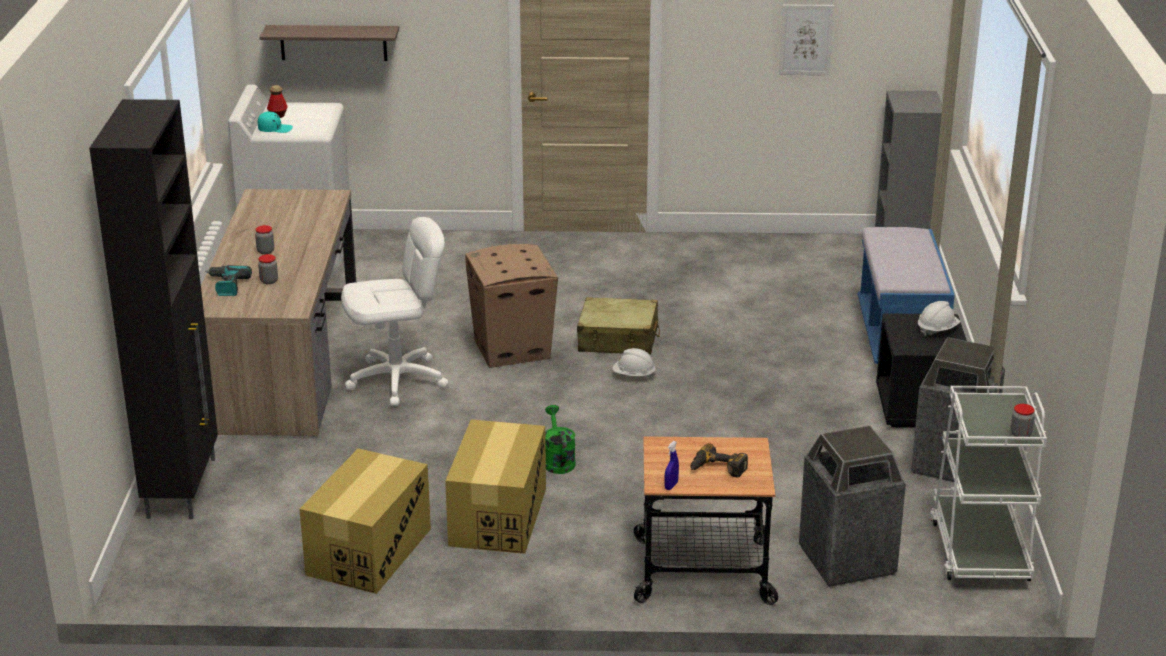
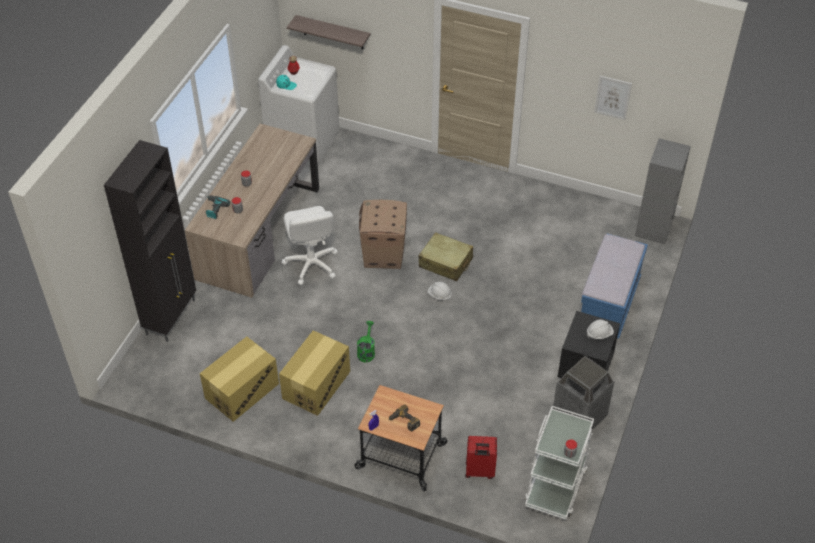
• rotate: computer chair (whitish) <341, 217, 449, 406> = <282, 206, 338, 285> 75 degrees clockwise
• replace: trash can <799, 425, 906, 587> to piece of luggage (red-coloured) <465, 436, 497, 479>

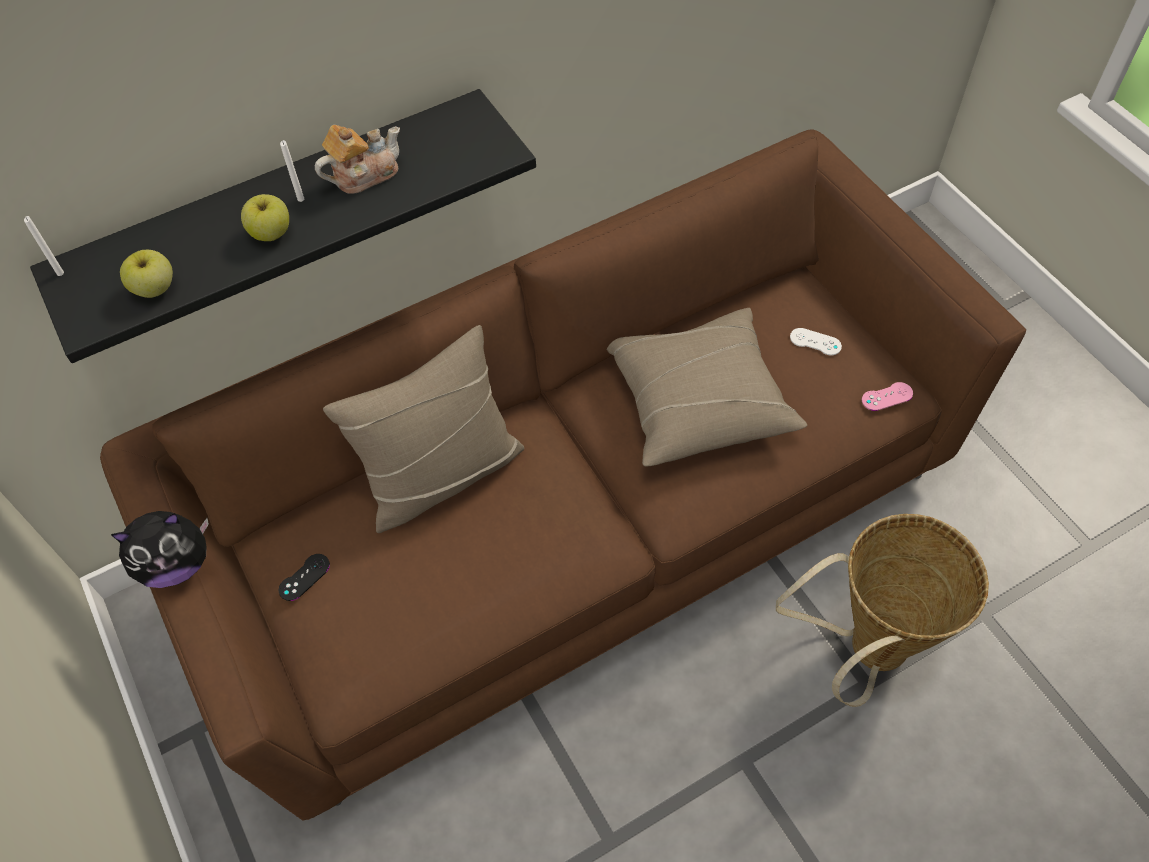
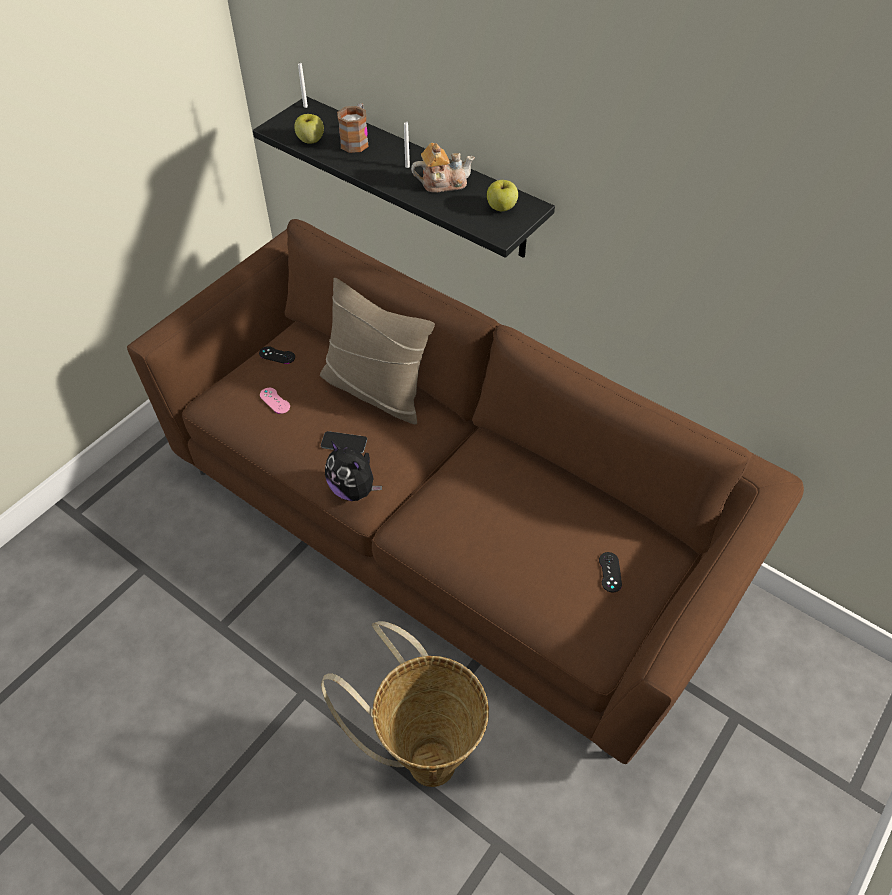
• move: game controller (pink) <862, 382, 913, 411> to <260, 388, 290, 414>
• insert: handset <321, 431, 367, 453>
• move: soft toy <111, 511, 209, 588> to <325, 440, 382, 501>
• insert: tea mug <337, 103, 369, 153>
• rotate: pot for tea <315, 125, 400, 194> = <411, 143, 475, 193> 45 degrees counterclockwise
• move: apple fruit <241, 194, 289, 241> to <487, 180, 518, 211>
• recolor: game controller (whitish) <790, 328, 842, 356> to game controller (blackish) <599, 552, 622, 593>
• delete: cushion (sand-coloured) <607, 308, 807, 466>

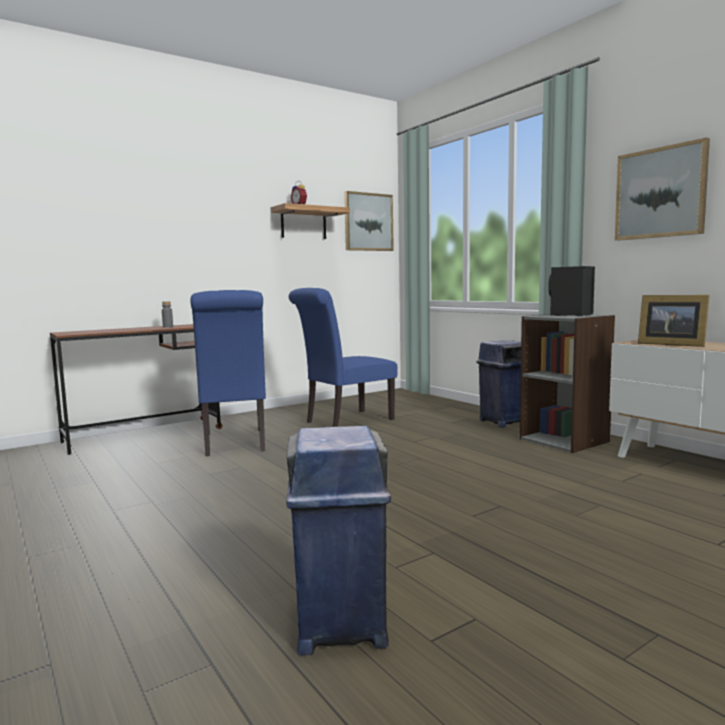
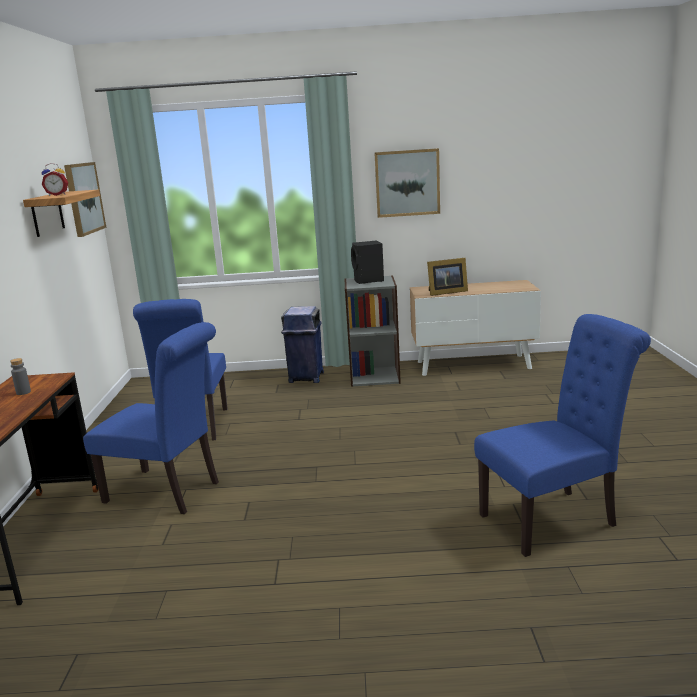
• replace: trash can (bluish) <286, 426, 391, 655> to chair (bluish) <474, 314, 651, 557>

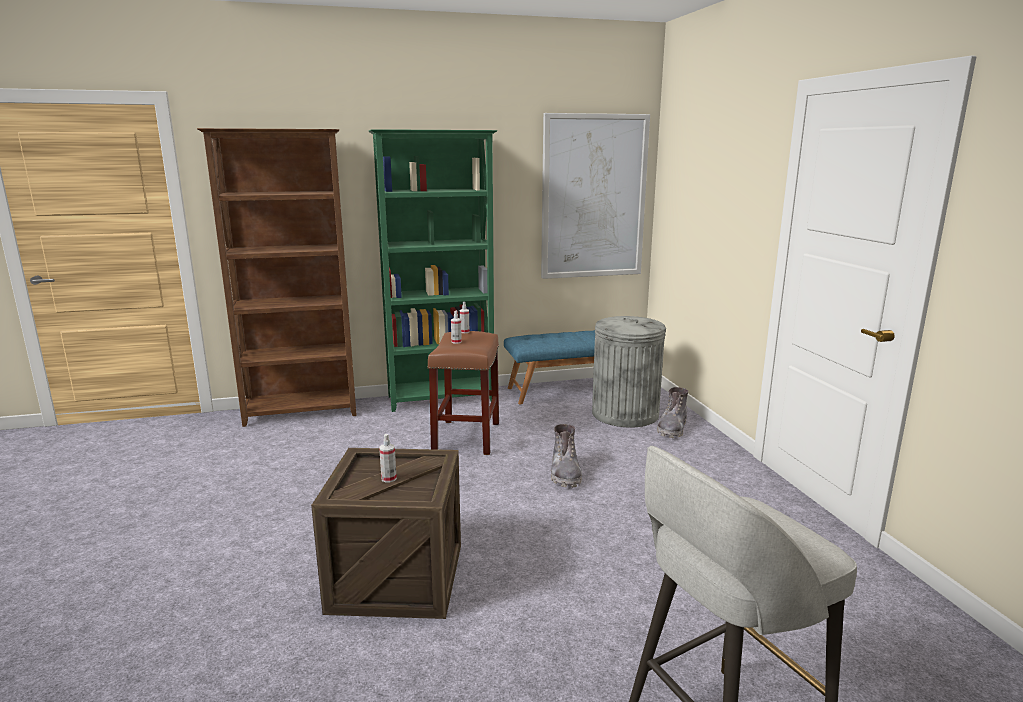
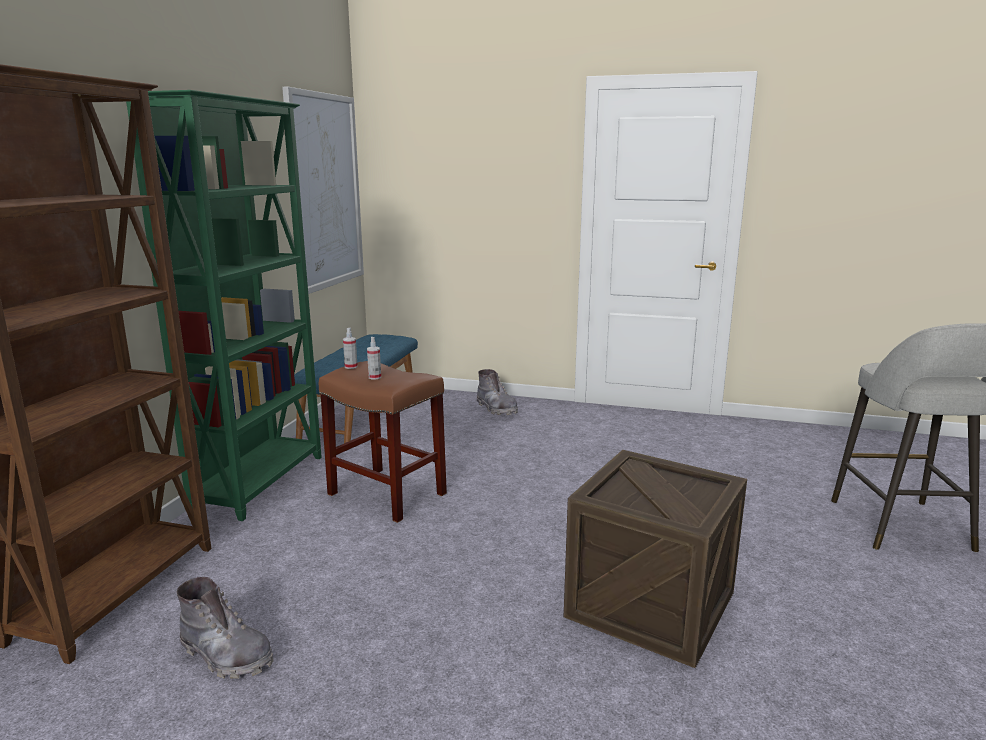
• move: tall boot (grey) <551, 424, 582, 488> to <177, 577, 274, 679>
• delete: hand sprayer <379, 434, 397, 483>
• delete: trash can (grey) <592, 316, 666, 427>

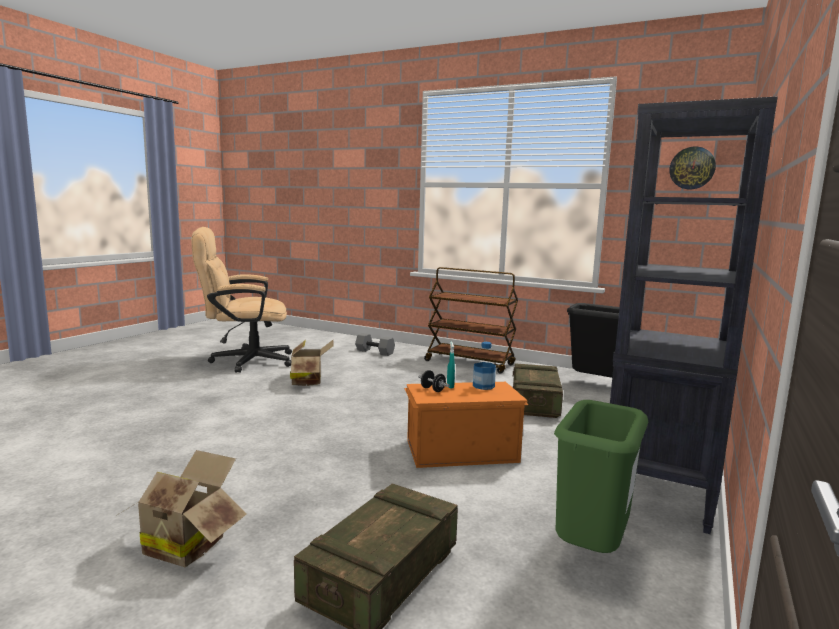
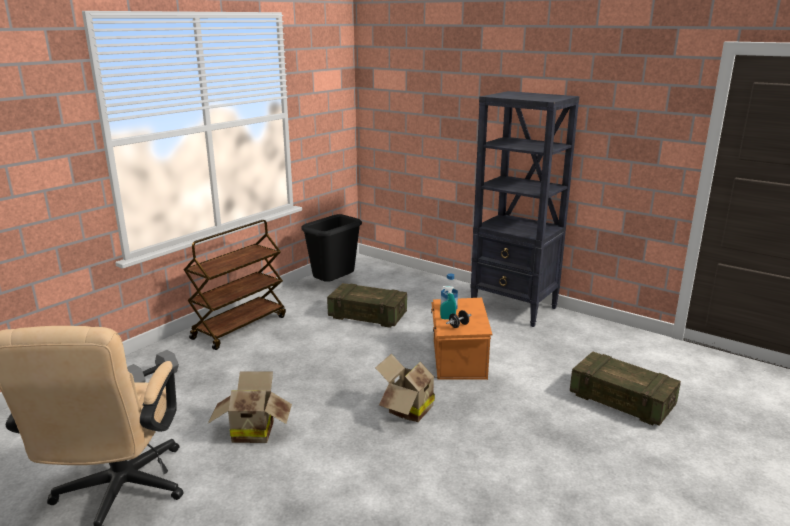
• move: carton <117, 450, 246, 567> to <375, 354, 440, 422>
• delete: trash can (greenish) <554, 400, 649, 553>
• delete: wall clock <670, 147, 716, 189>

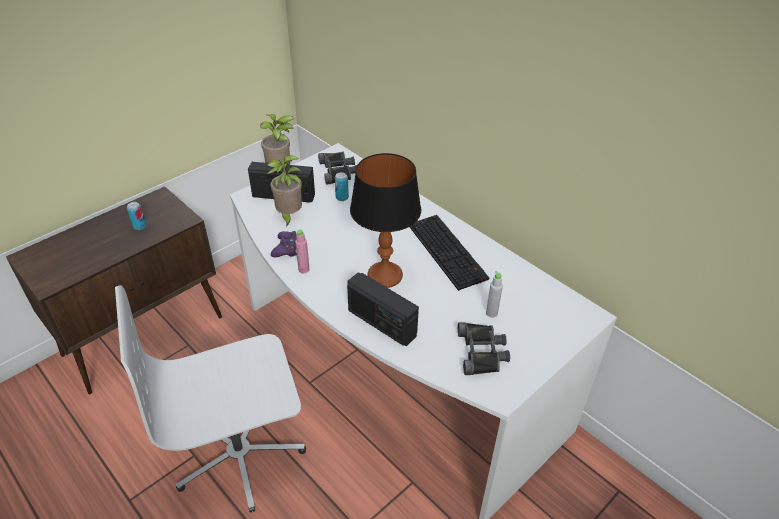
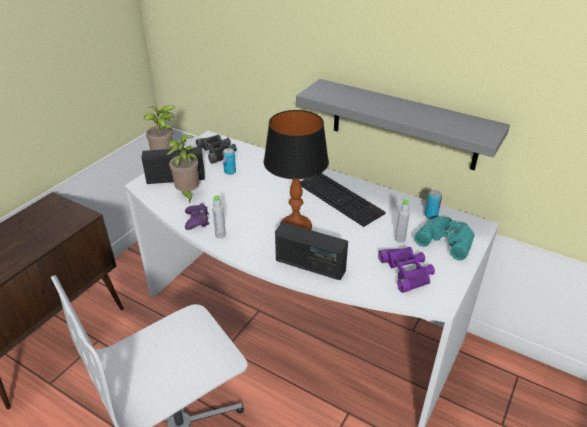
• recolor: beverage bottle (pink) <295, 229, 310, 273> to beverage bottle (grey) <212, 195, 226, 239>
• insert: shelf (grey) <296, 79, 510, 170>
• recolor: field glasses (blackish) <458, 322, 510, 375> to field glasses (purplish) <378, 247, 435, 293>
• insert: field glasses (turquoise-coloured) <414, 216, 475, 260>
• move: metal can <127, 202, 146, 230> to <425, 190, 442, 219>

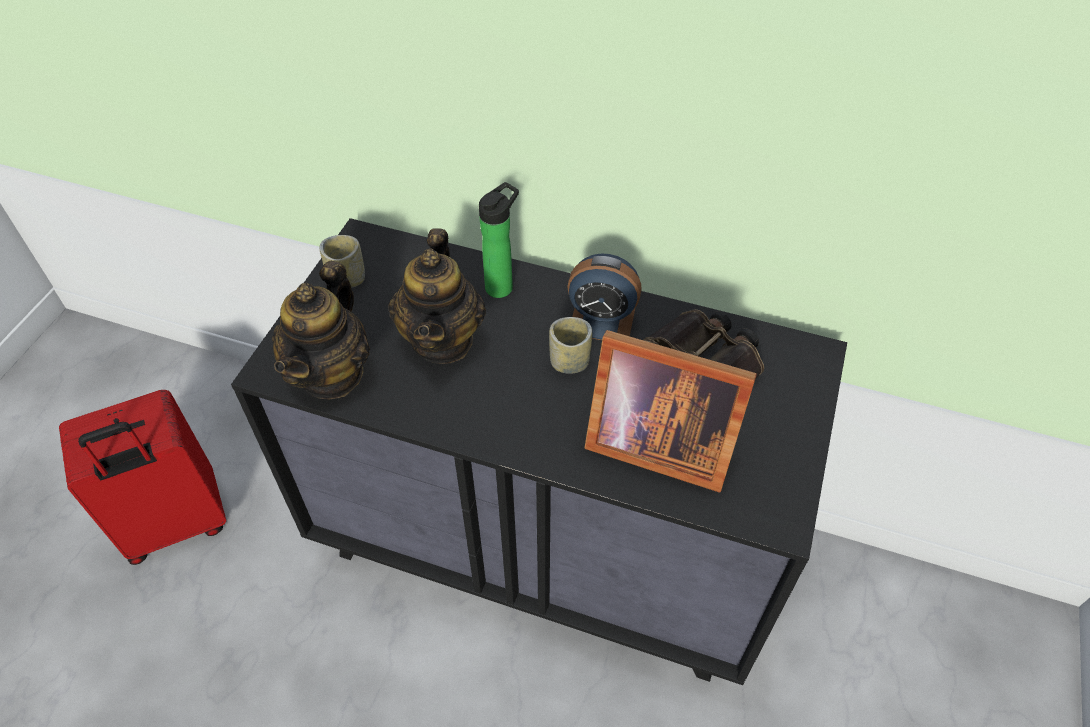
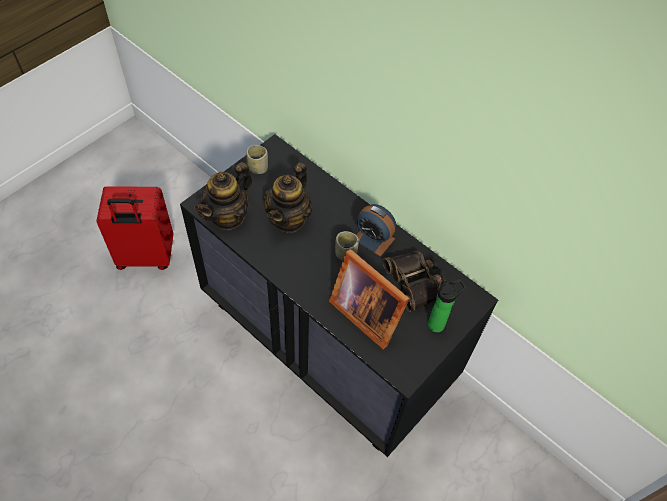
• move: beverage bottle <479, 182, 519, 298> to <428, 279, 466, 332>

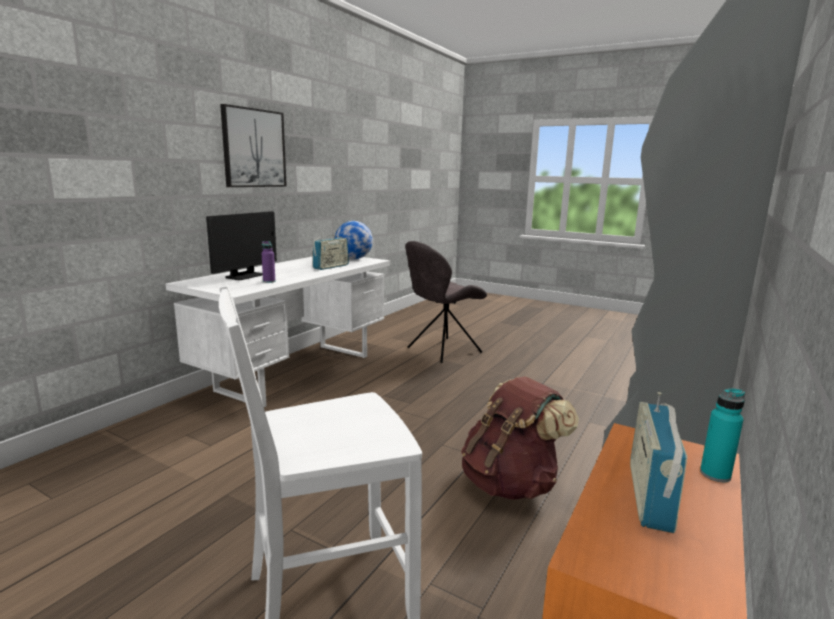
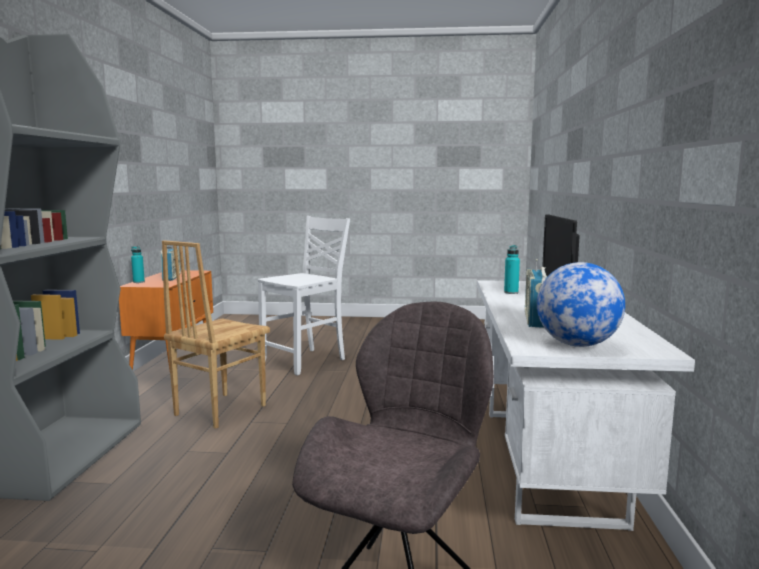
• replace: rucksack (brownish) <461, 376, 579, 500> to chair (brownish) <162, 240, 270, 429>
• recolor: beverage bottle (purplish) <261, 241, 275, 283> to beverage bottle (turquoise-coloured) <504, 245, 520, 294>
• delete: picture <220, 104, 287, 187>

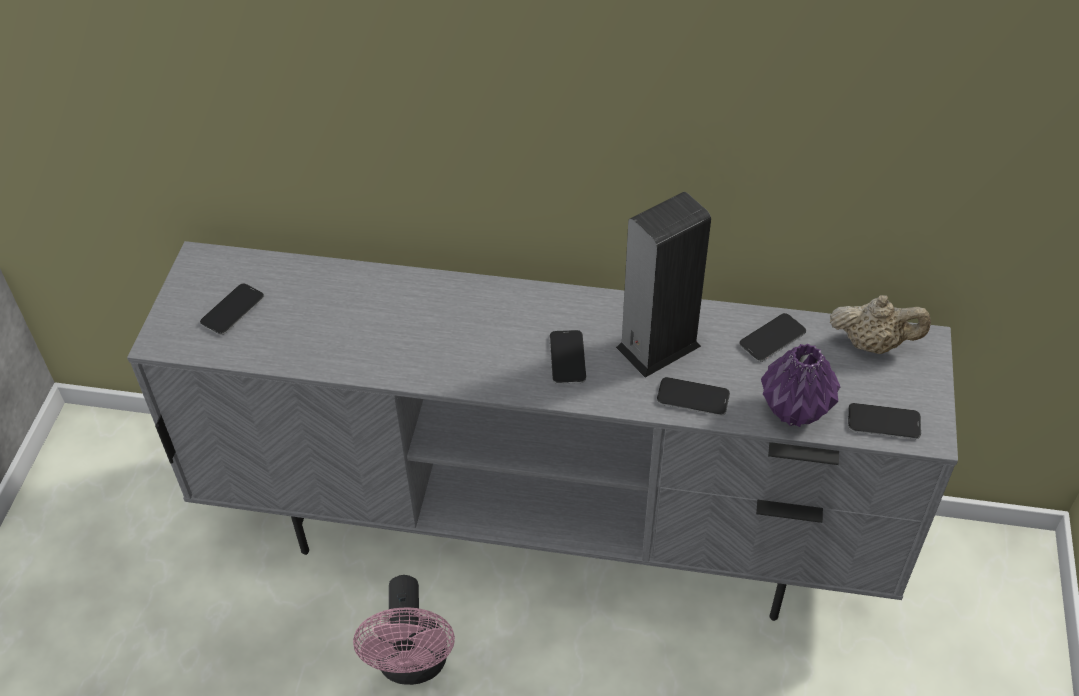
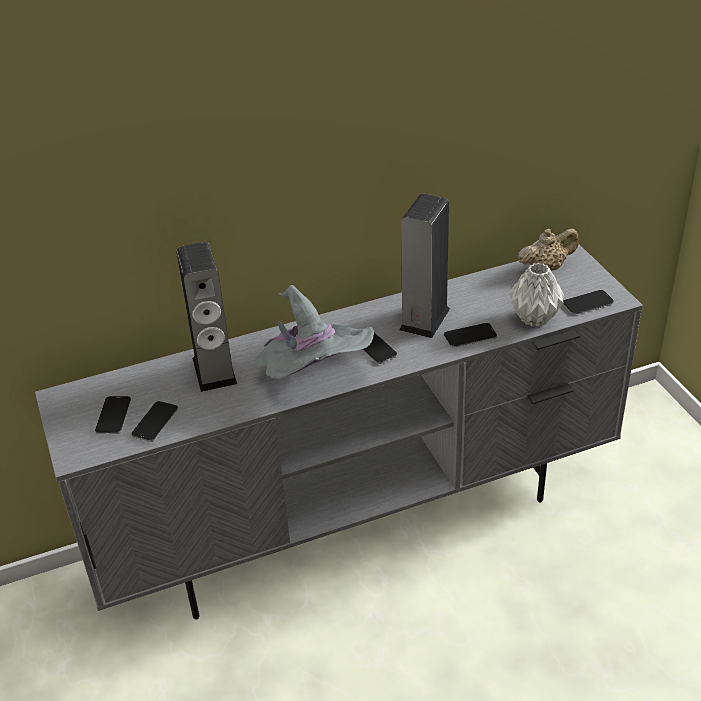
• move: handset <739, 313, 806, 362> to <131, 401, 178, 442>
• insert: audio speaker <176, 242, 237, 392>
• insert: hat (grey) <255, 285, 374, 379>
• recolor: decorative vase (purplish) <761, 344, 840, 427> to decorative vase (grey) <509, 263, 564, 327>
• delete: electric fan (pink) <353, 575, 455, 685>

